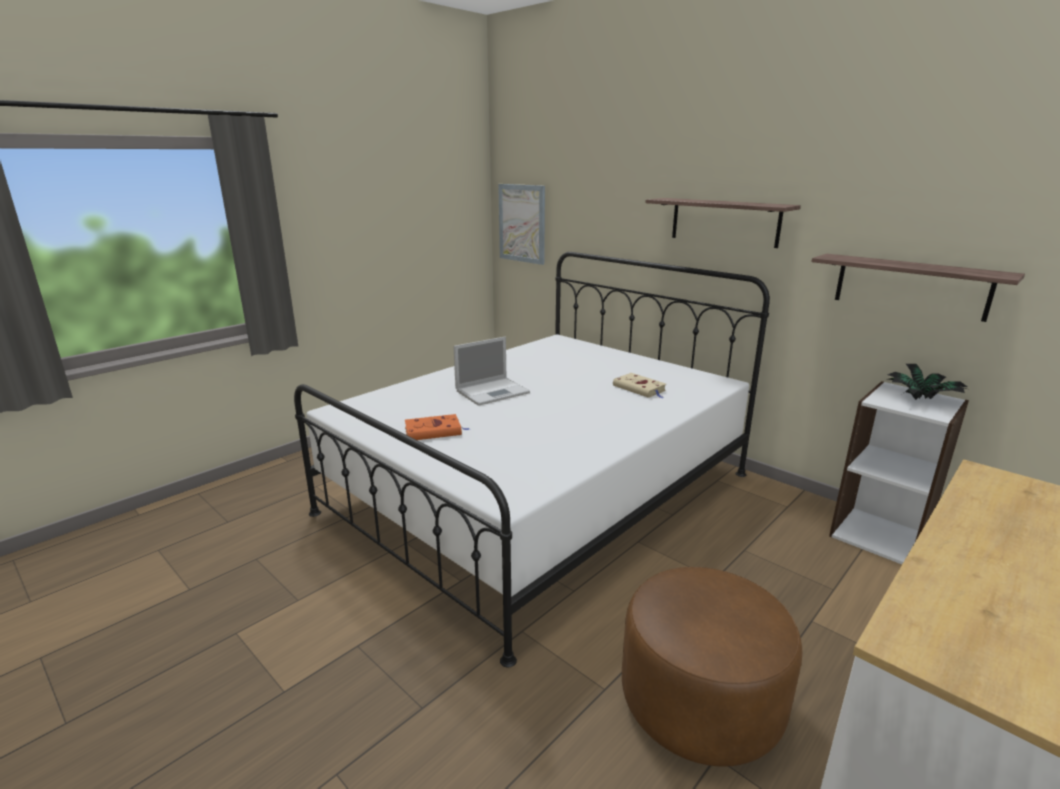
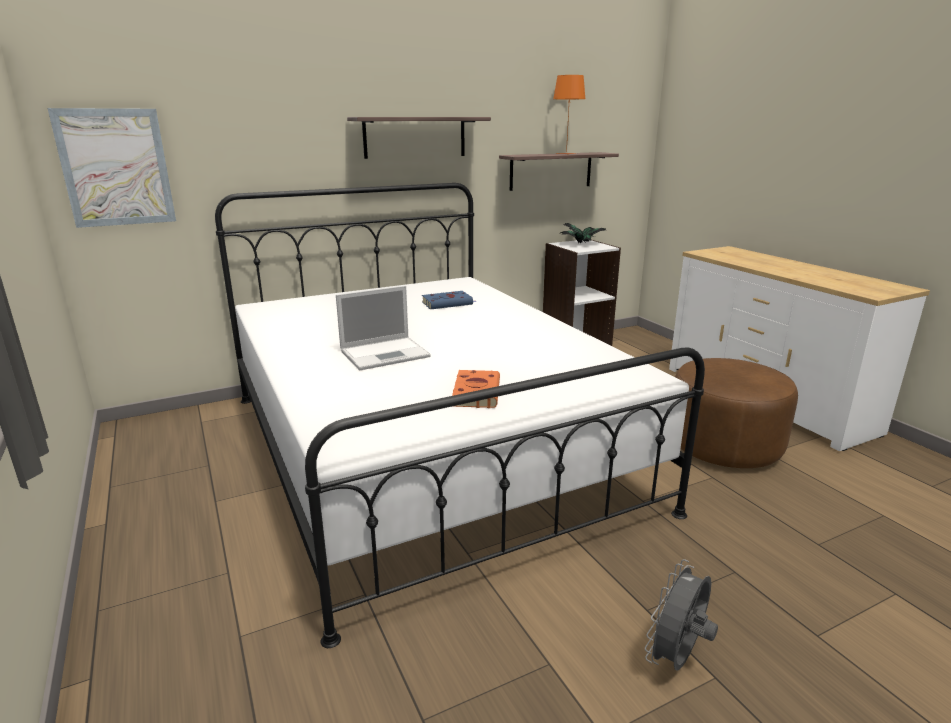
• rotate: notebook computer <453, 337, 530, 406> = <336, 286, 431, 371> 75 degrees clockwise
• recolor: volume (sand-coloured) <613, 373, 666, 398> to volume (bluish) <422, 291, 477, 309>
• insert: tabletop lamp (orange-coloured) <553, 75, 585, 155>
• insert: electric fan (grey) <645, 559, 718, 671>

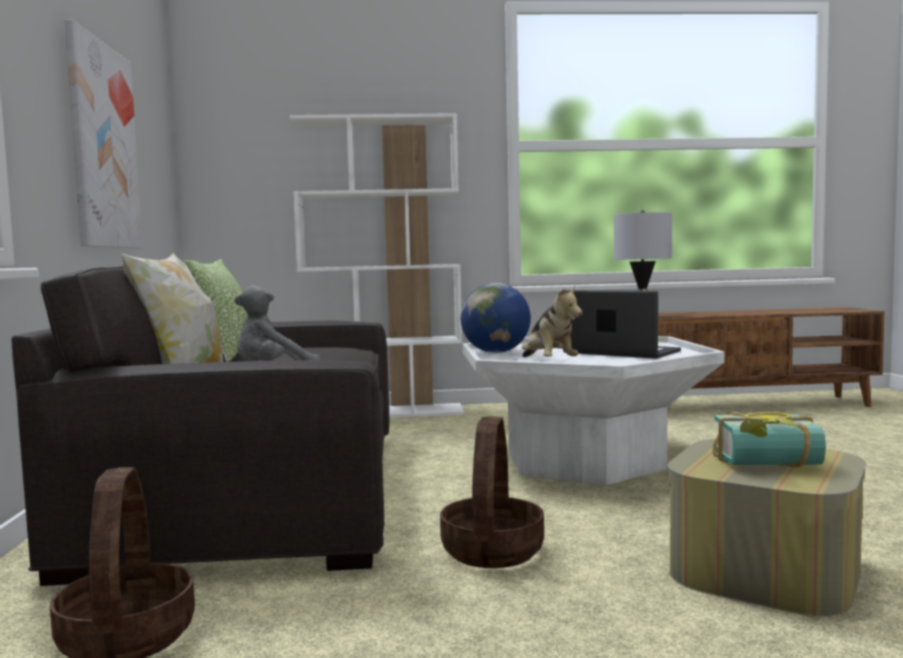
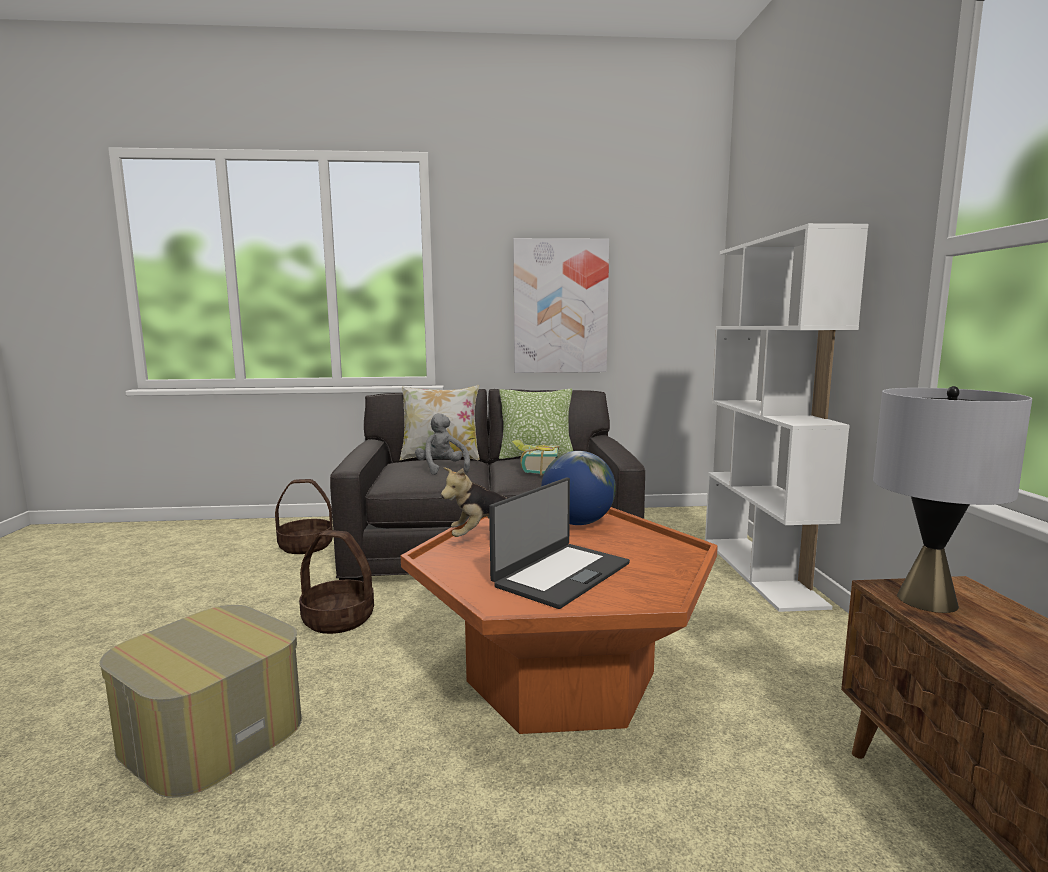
• recolor: coffee table (whitish) <463, 336, 724, 485> to coffee table (orange-coloured) <401, 507, 718, 734>
• move: volume <712, 412, 826, 468> to <512, 440, 559, 476>

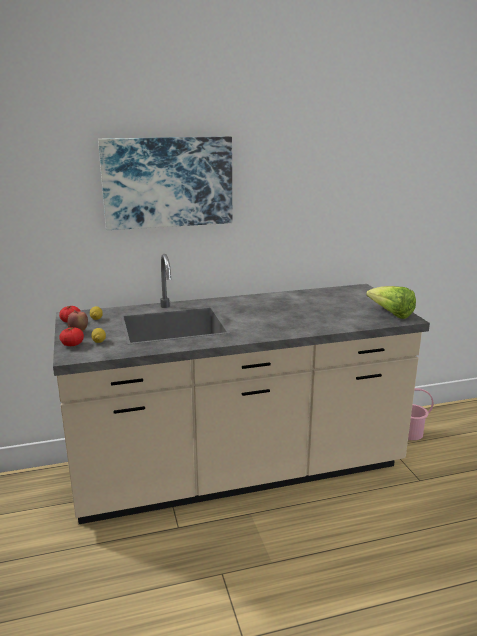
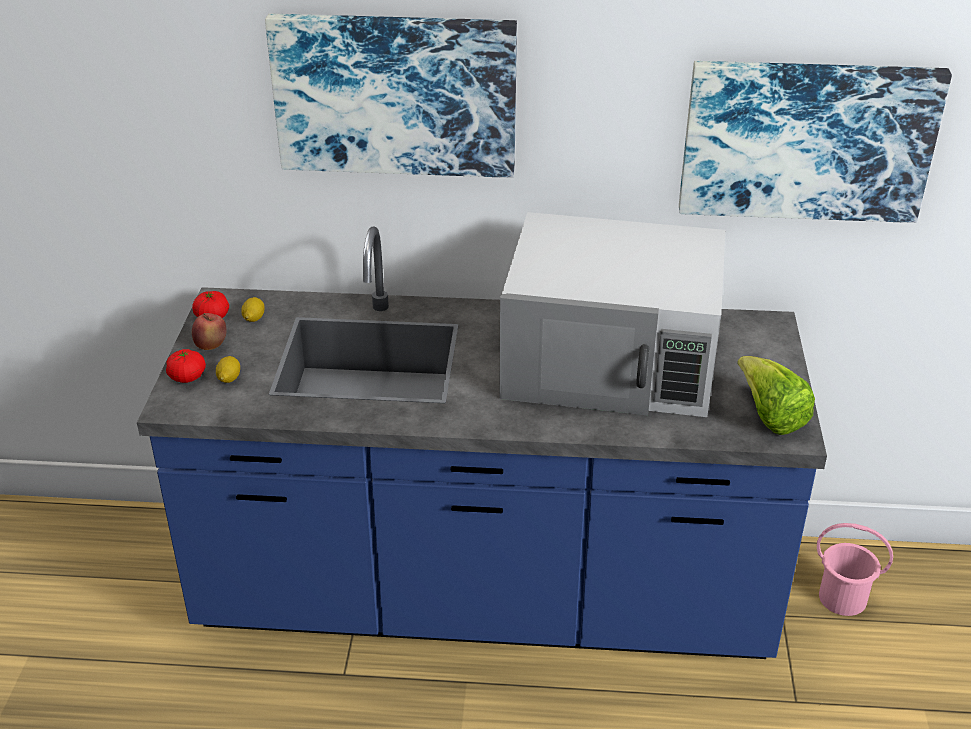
• recolor: kitchen base unit (sand-coloured) <53, 254, 430, 524> to kitchen base unit (bluish) <137, 227, 827, 659>
• insert: microwave (whitish) <499, 212, 725, 417>
• insert: picture <679, 61, 952, 223>

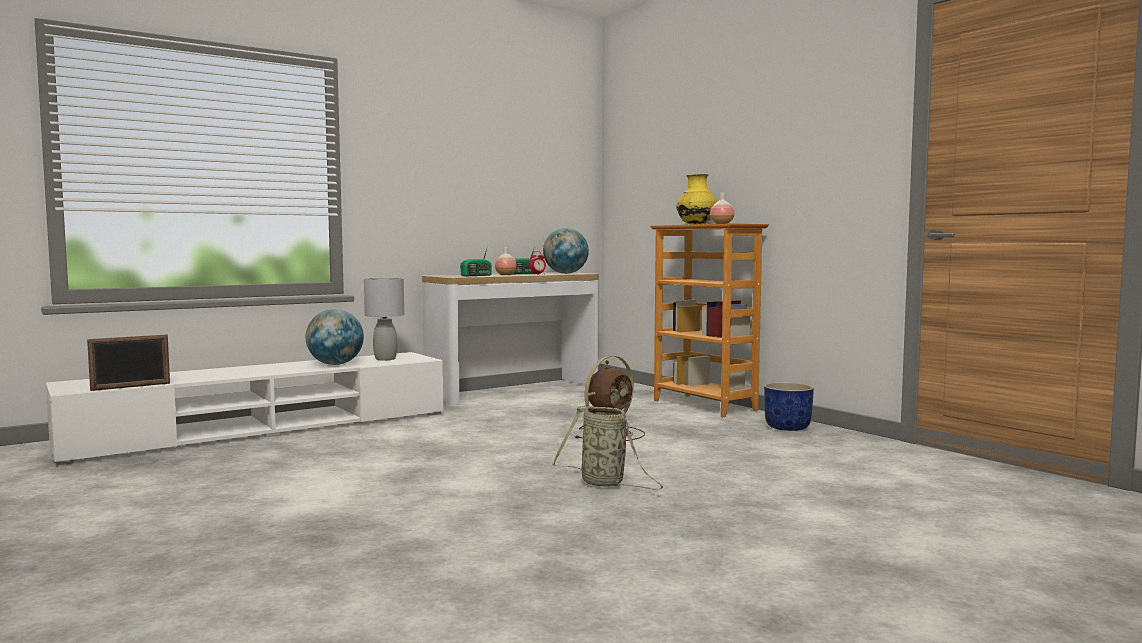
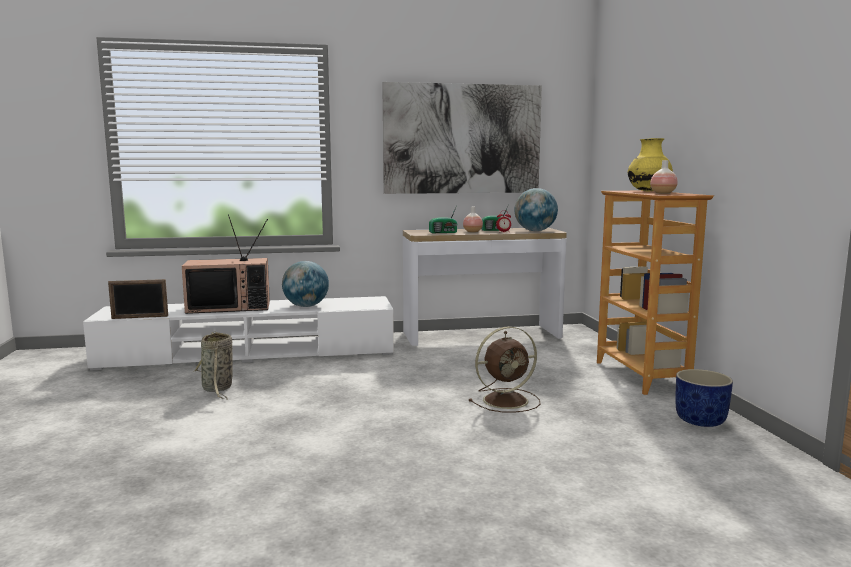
• insert: TV <182, 214, 270, 314>
• move: basket <552, 406, 663, 490> to <194, 331, 233, 400>
• insert: picture <382, 82, 542, 194>
• delete: tabletop lamp (grey) <364, 278, 404, 361>

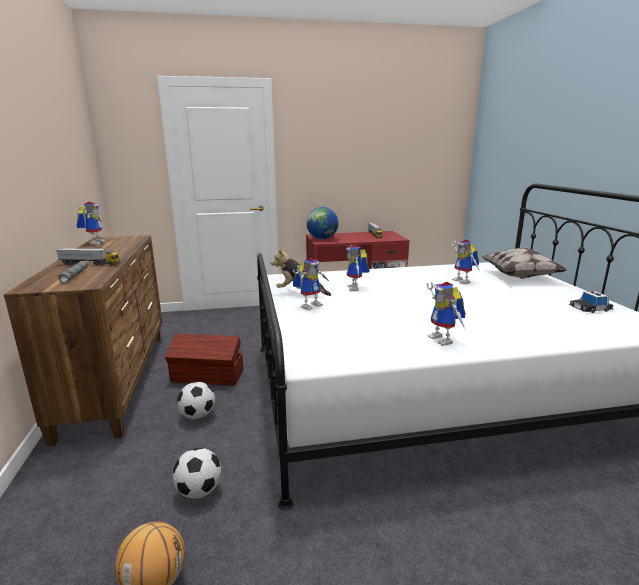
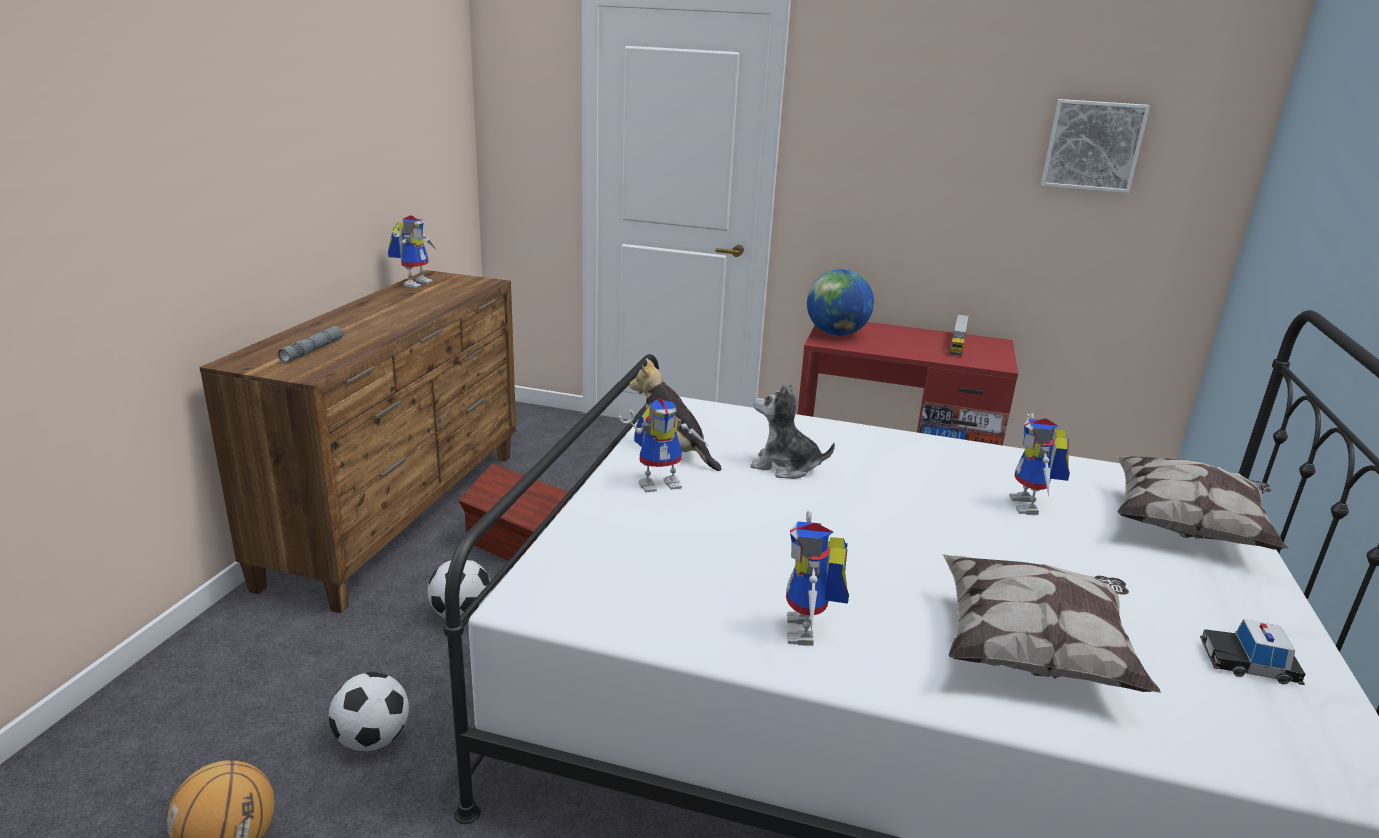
• replace: toy robot <346, 245, 369, 291> to soft toy <750, 384, 835, 479>
• insert: cushion <943, 554, 1161, 693>
• insert: picture <1041, 99, 1150, 193>
• delete: model truck <56, 248, 120, 266>

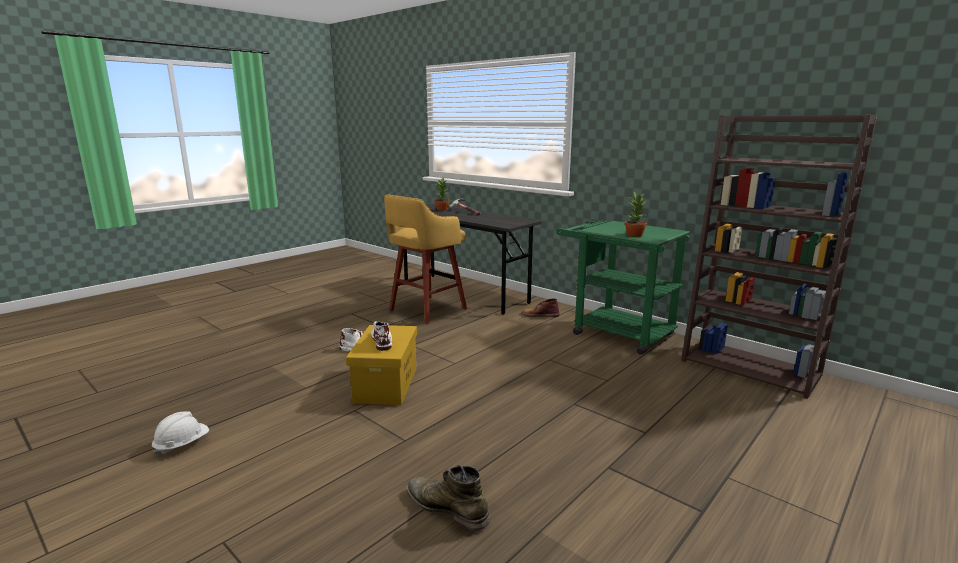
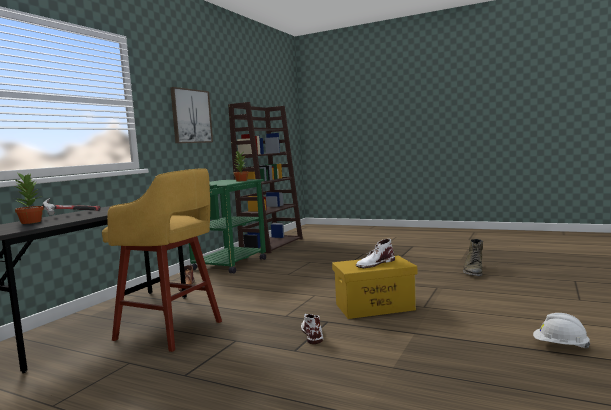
• insert: picture <170, 87, 213, 143>

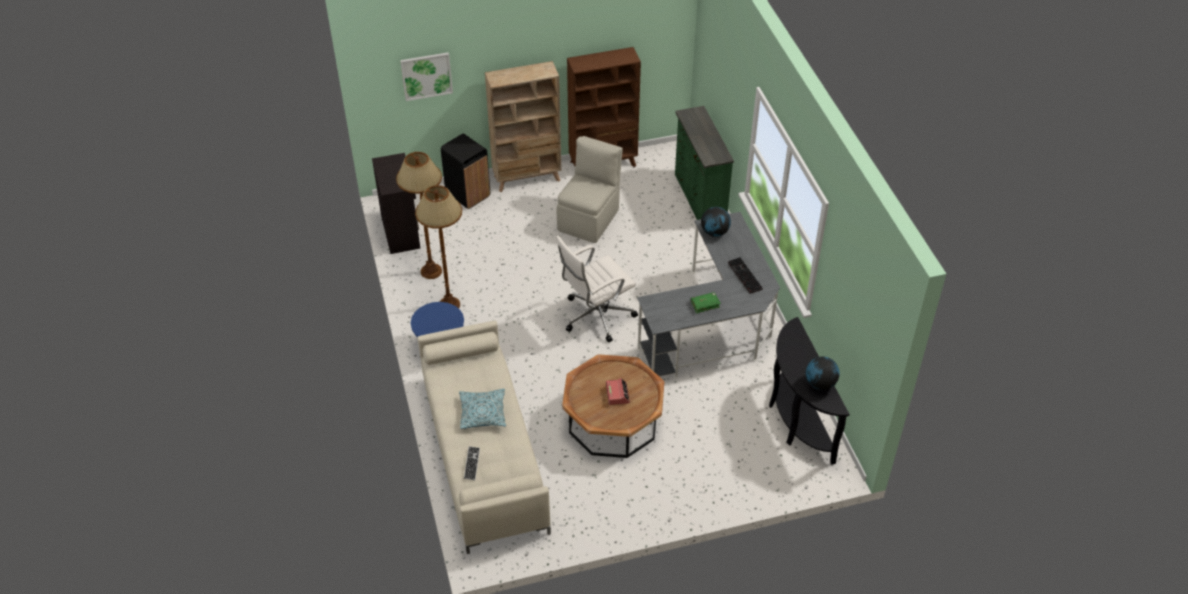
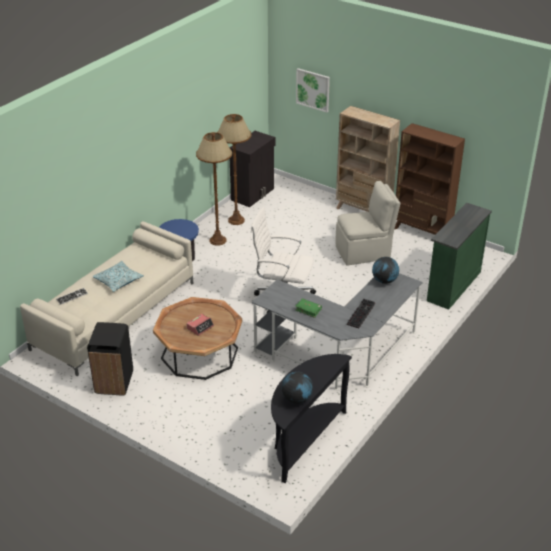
• move: trash can (blackish) <441, 134, 490, 209> to <87, 322, 133, 396>

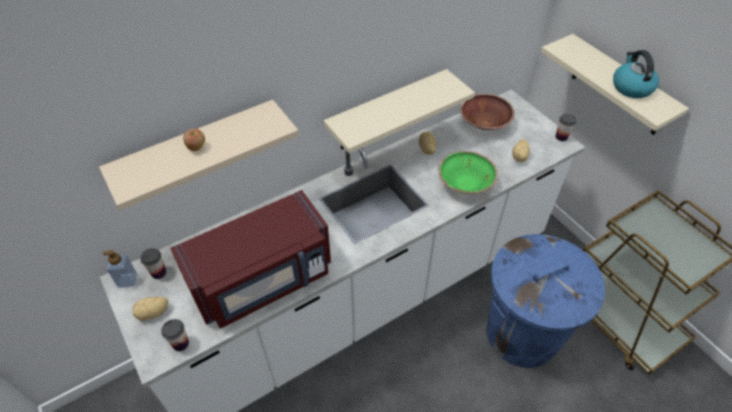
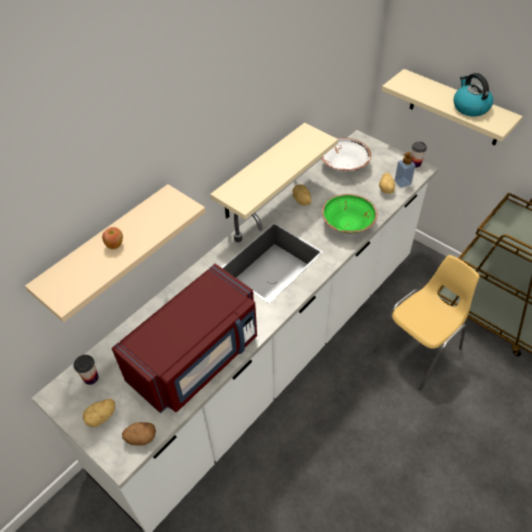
• replace: small cup <161, 319, 189, 351> to whole potato <122, 422, 156, 446>
• recolor: serving bowl (brownish) <460, 94, 514, 130> to serving bowl (whitish) <321, 138, 371, 172>
• replace: trash can (bluish) <487, 234, 605, 368> to chair (yellow-coloured) <374, 255, 479, 390>
• move: soap dispenser <103, 250, 137, 288> to <394, 152, 415, 188>

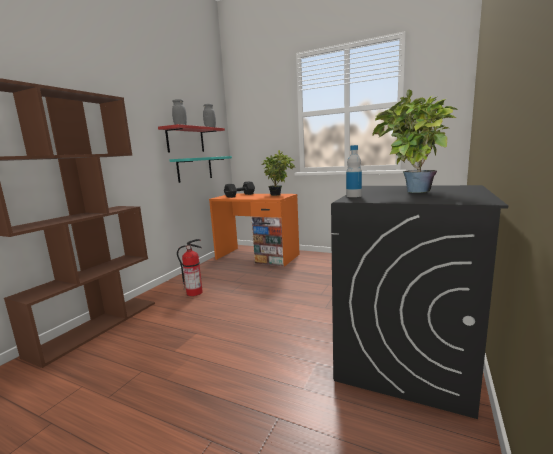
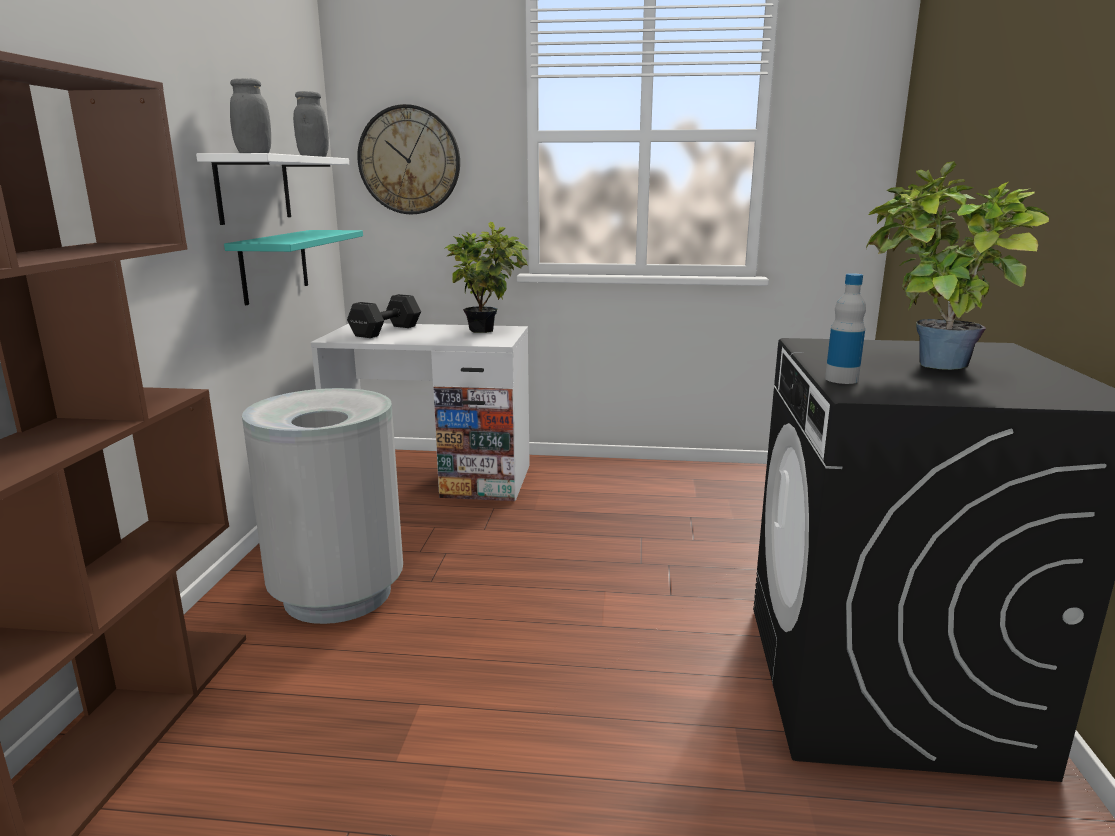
• recolor: shelf (red-coloured) <158, 124, 225, 153> to shelf (whitish) <196, 153, 349, 225>
• replace: extinguisher <177, 239, 203, 296> to trash can (grey) <242, 388, 403, 624>
• recolor: desk (orange-coloured) <209, 194, 299, 267> to desk (whitish) <311, 323, 530, 501>
• insert: wall clock <357, 104, 460, 214>

